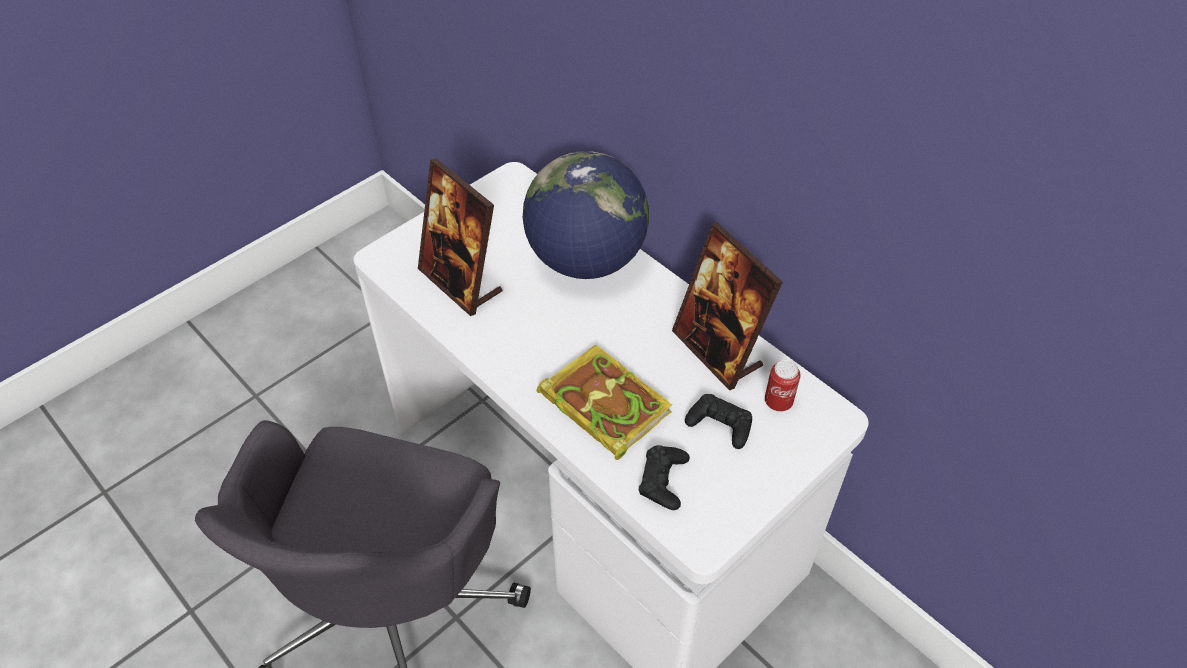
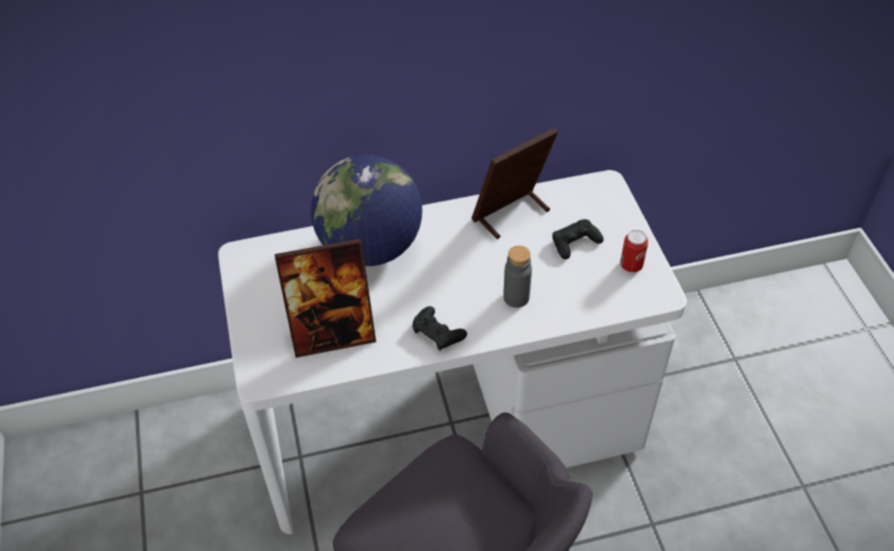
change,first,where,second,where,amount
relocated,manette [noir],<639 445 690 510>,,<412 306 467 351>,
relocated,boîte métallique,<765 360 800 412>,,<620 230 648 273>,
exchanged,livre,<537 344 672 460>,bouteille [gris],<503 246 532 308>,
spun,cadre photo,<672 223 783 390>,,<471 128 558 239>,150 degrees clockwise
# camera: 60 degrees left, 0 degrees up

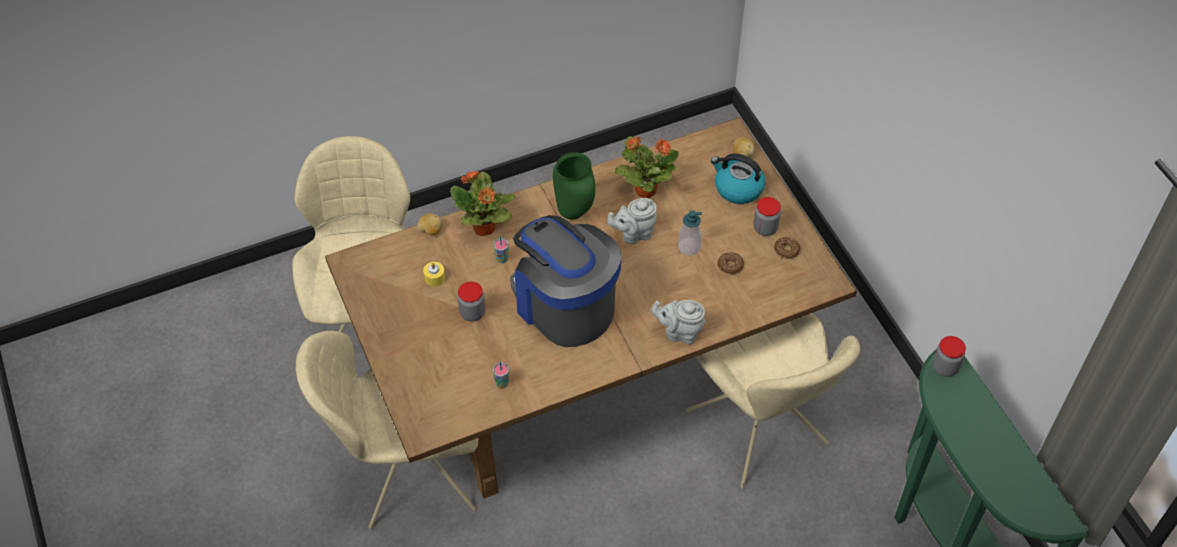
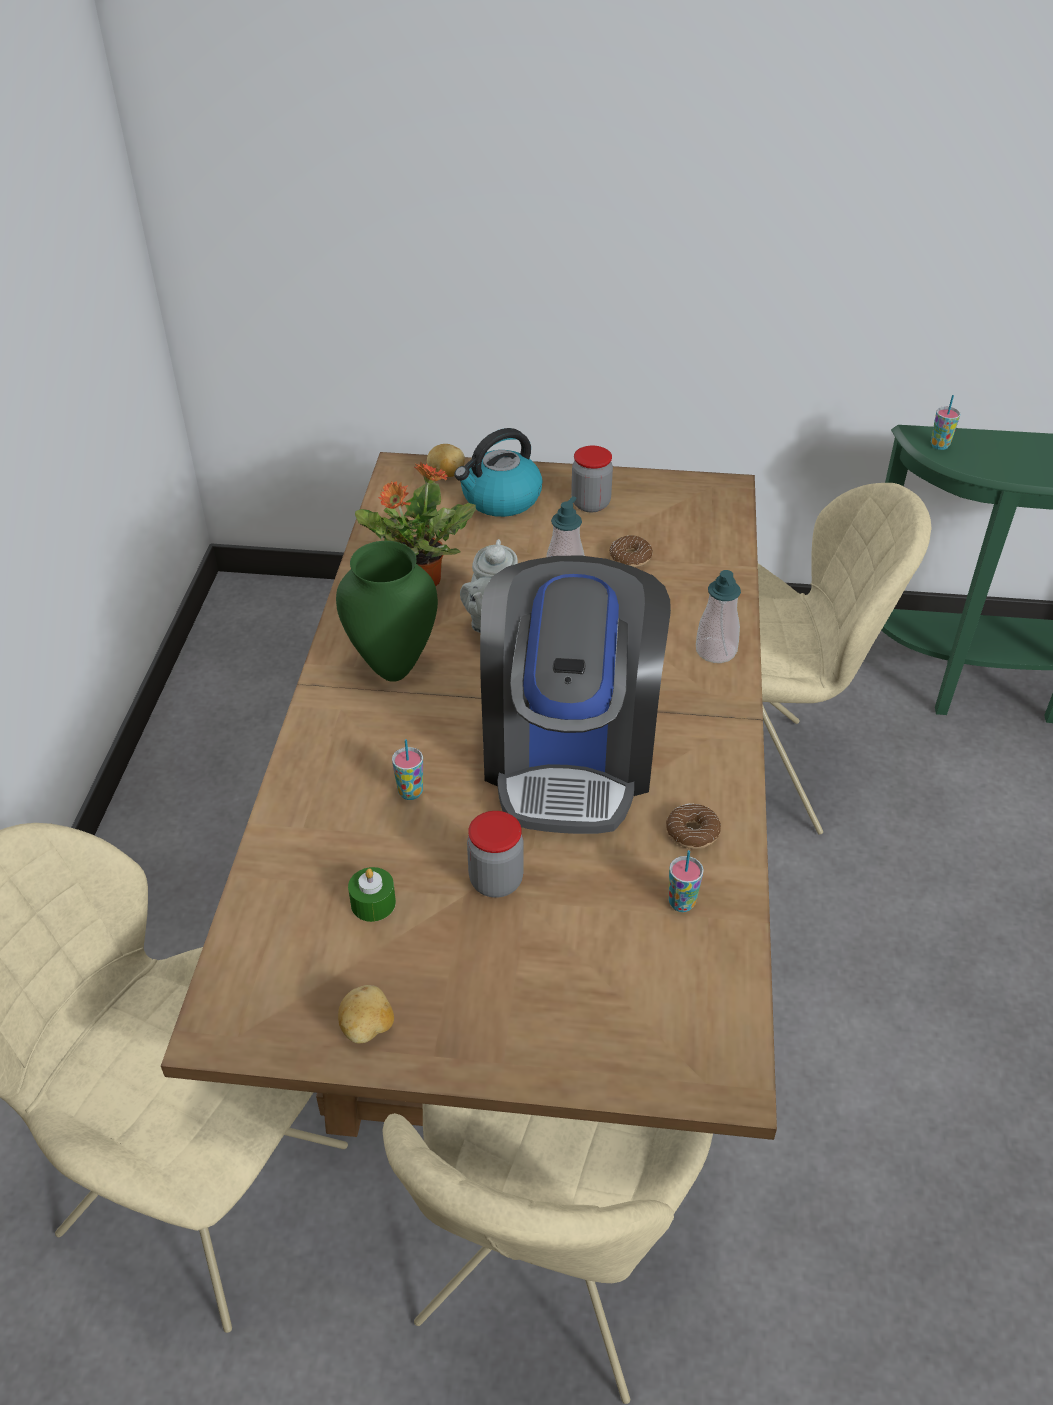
change,first,where,second,where,amount
missing,plante en pot,<450 171 515 236>,,,
relocated,pomme de terre,<418 213 442 236>,,<338 985 394 1043>,
relocated,beignet,<774 237 800 259>,,<666 803 721 849>,
exchanged,théière [gris],<651 300 706 345>,distributeur de savon,<696 570 741 663>,
exchanged,bocal,<933 336 966 377>,tasse,<931 395 961 450>,
colour,bougie [jaune],<423 262 445 287>,bougie [vert],<348 867 396 922>,
spun,machine à café,<510 215 622 347>,,<480 555 671 834>,75 degrees counterclockwise
# camera: 60 degrees left, 10 degrees down

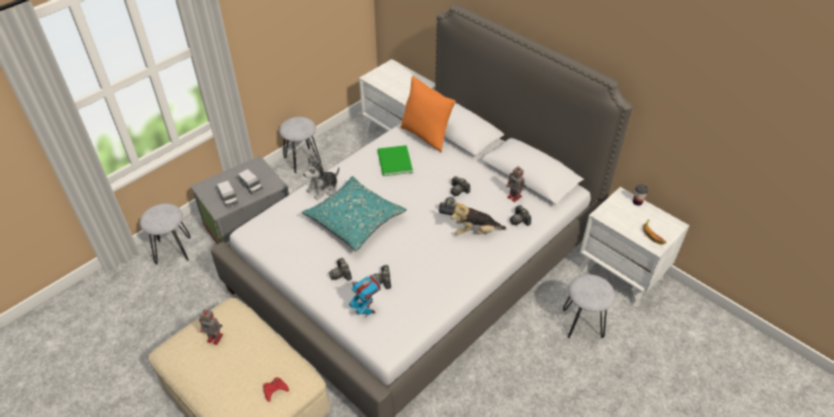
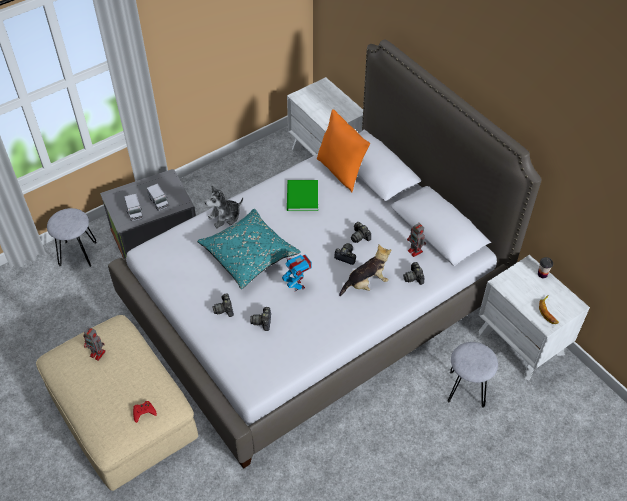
change,first,where,second,where,amount
missing,tabouret [gris],<279 117 321 173>,,,
relocated,robot jouet,<349 276 381 318>,,<282 254 312 292>,
spun,peluche,<451 202 506 235>,,<339 244 391 296>,150 degrees clockwise
# camera: 10 degrees right, 5 degrees up

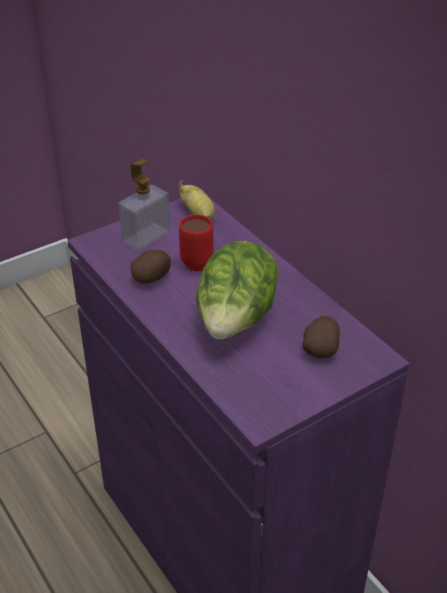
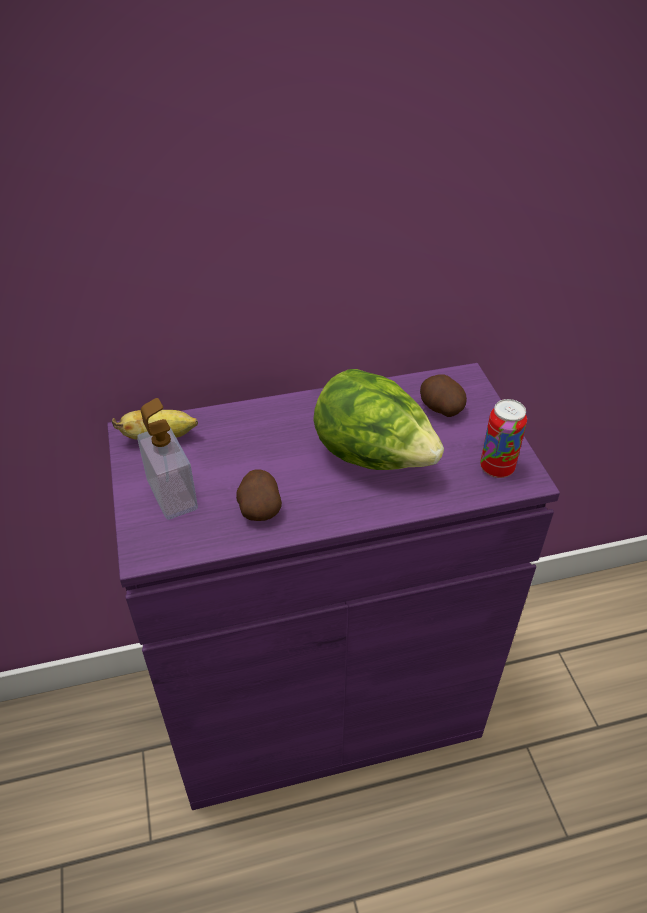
change,first,where,second,where,amount
missing,mug [rouge],<179 215 214 271>,,,
appeared,,,boîte métallique,<480 399 527 478>,
# camera: 70 degrees left, 5 degrees up

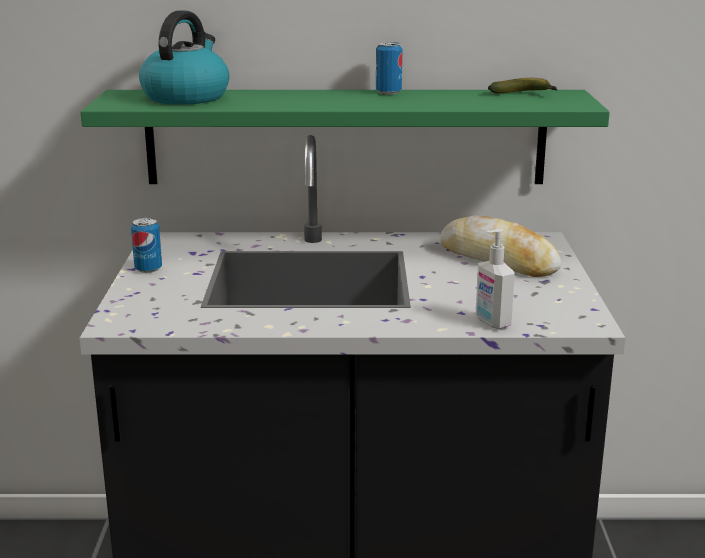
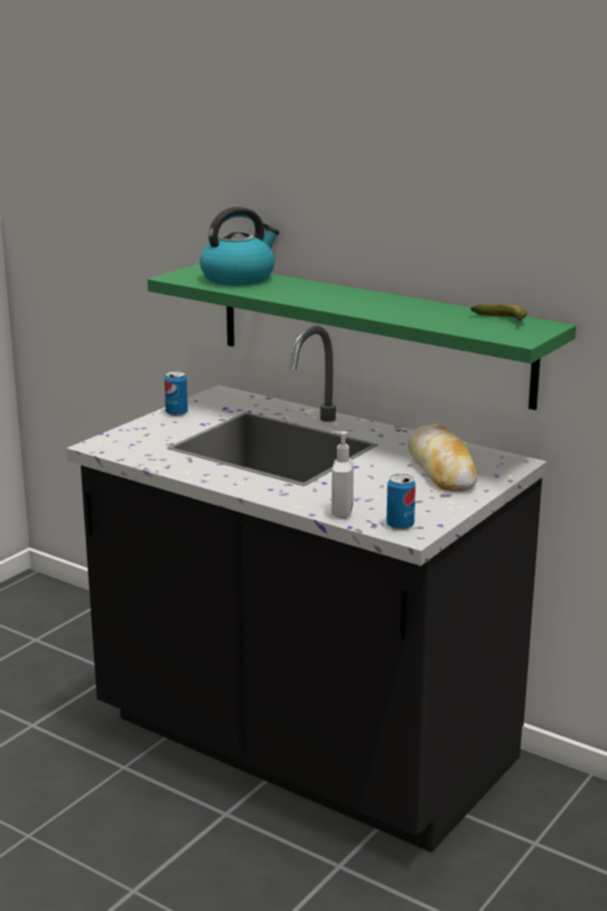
change,first,where,second,where,amount
relocated,boîte métallique,<376 42 402 94>,,<386 474 416 530>,
# camera: 35 degrees right, 0 degrees up

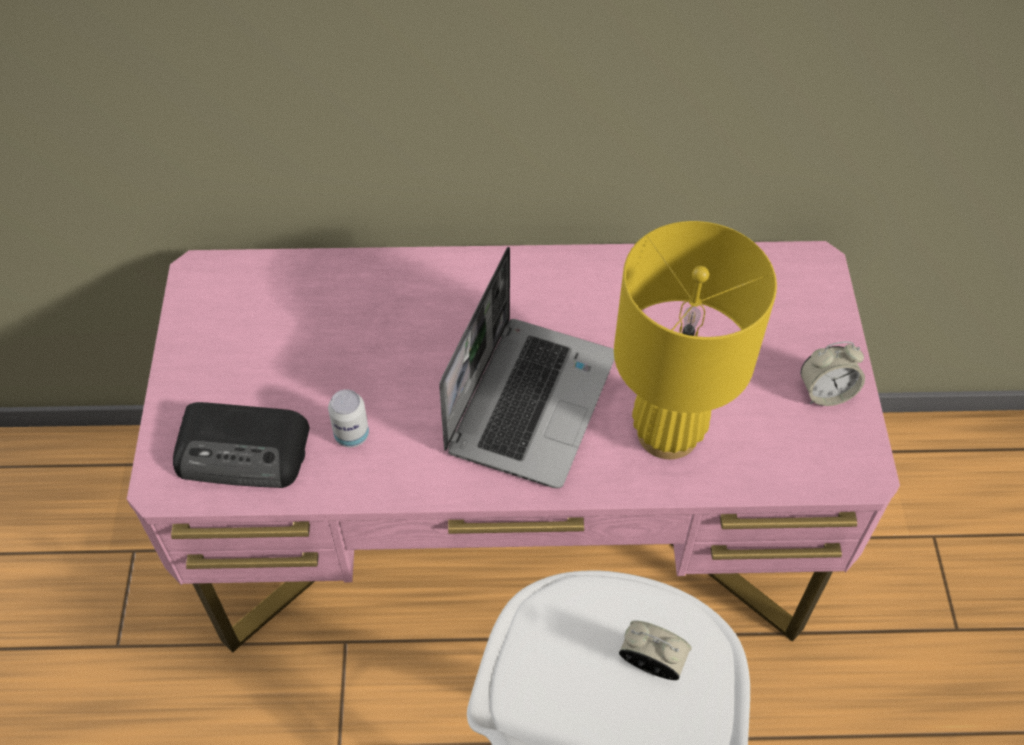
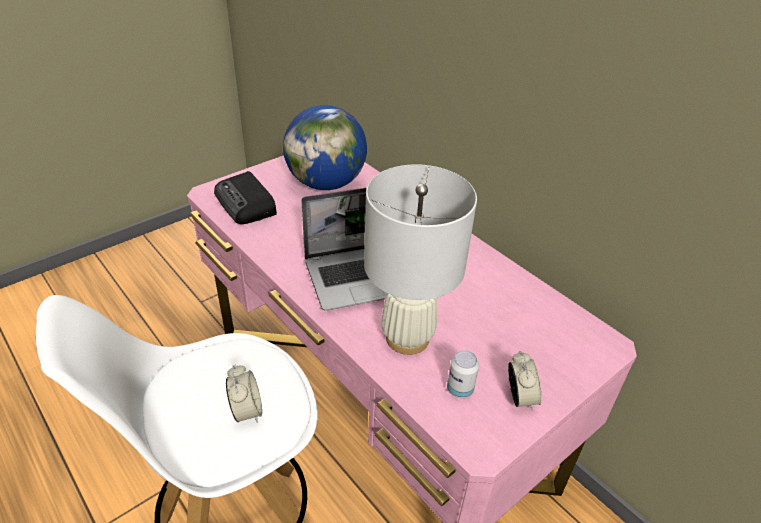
change,first,where,second,where,amount
appeared,,,globe,<283 105 367 190>,
relocated,boîte métallique,<328 389 369 448>,,<447 350 479 399>,
colour,lampe de table [jaune],<614 221 777 459>,lampe de table [blanc],<364 164 477 355>,
spun,réveil,<800 342 865 406>,,<508 351 541 411>,135 degrees counterclockwise
# camera: 50 degrees right, 15 degrees down

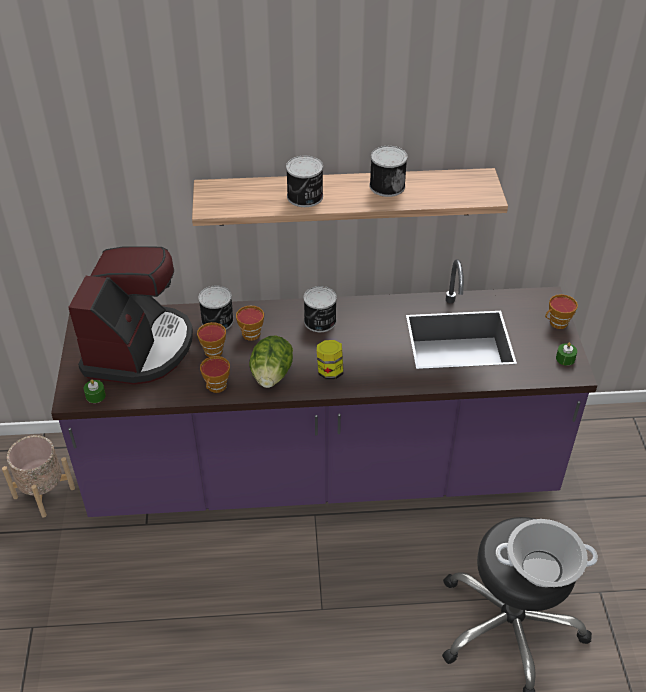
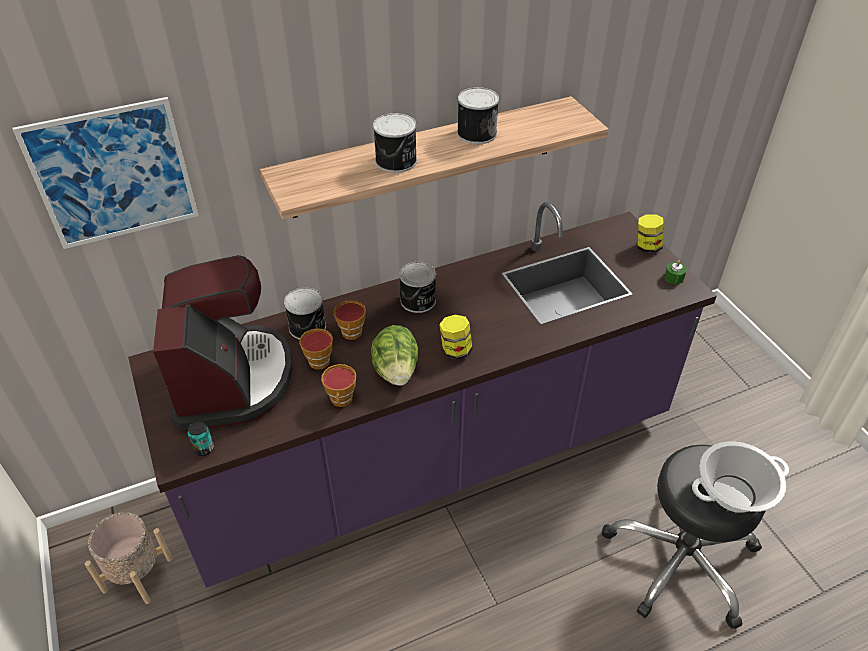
change,first,where,second,where,amount
appeared,,,tableau,<13 97 199 249>,
exchanged,bougie [vert],<84 380 106 403>,boîte métallique,<188 421 214 456>,
exchanged,tasse,<545 294 578 329>,bocal,<638 214 664 253>,
# camera: 20 degrees left, 0 degrees up

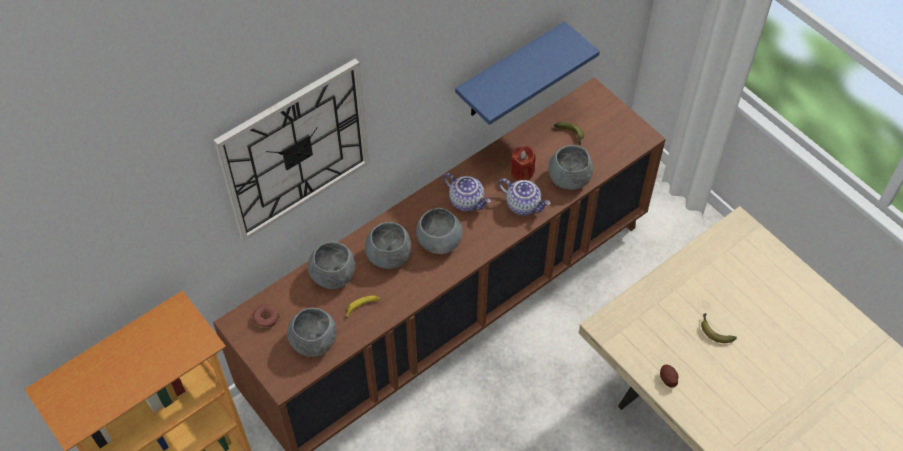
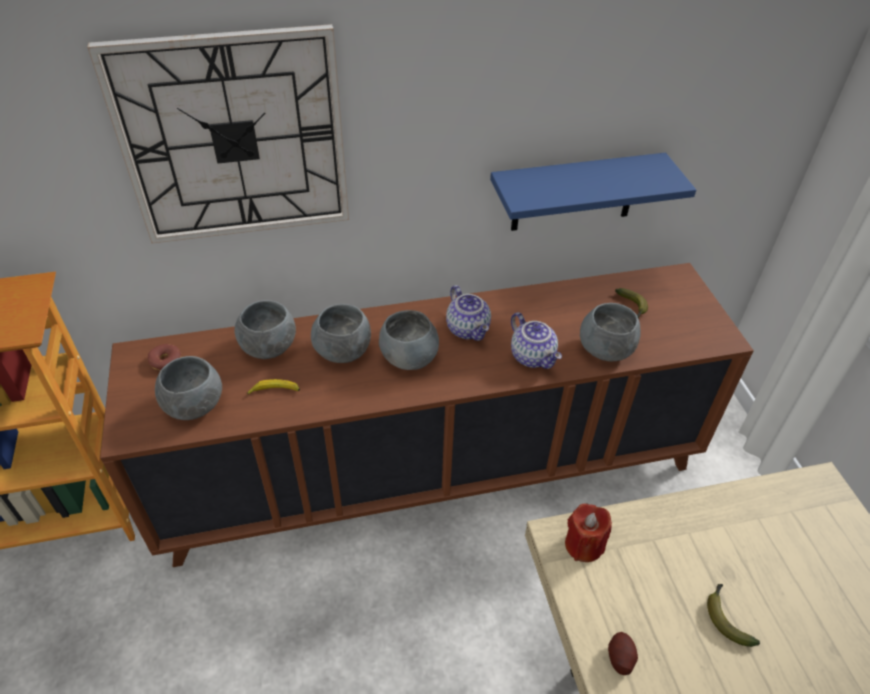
change,first,where,second,where,amount
relocated,bougie [rouge],<510 146 536 181>,,<565 504 612 562>,
# camera: 25 degrees right, 10 degrees down

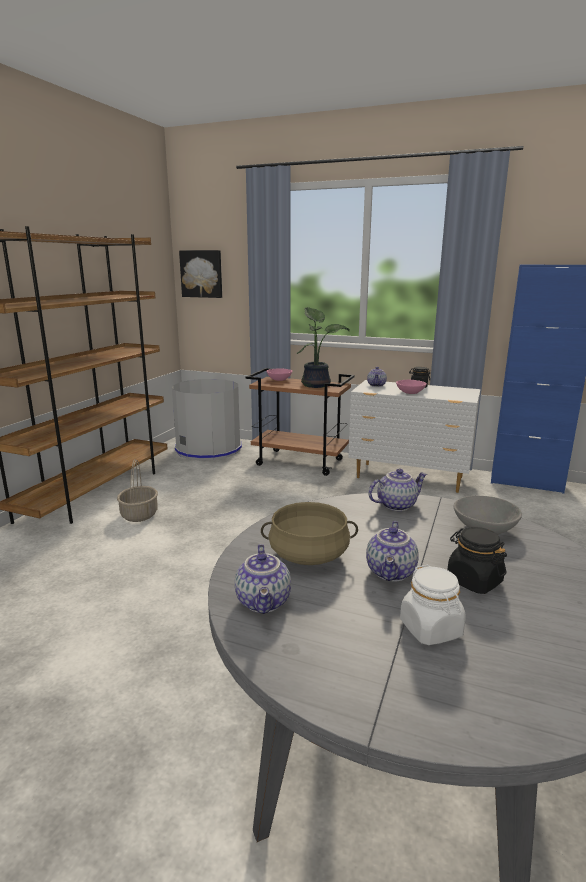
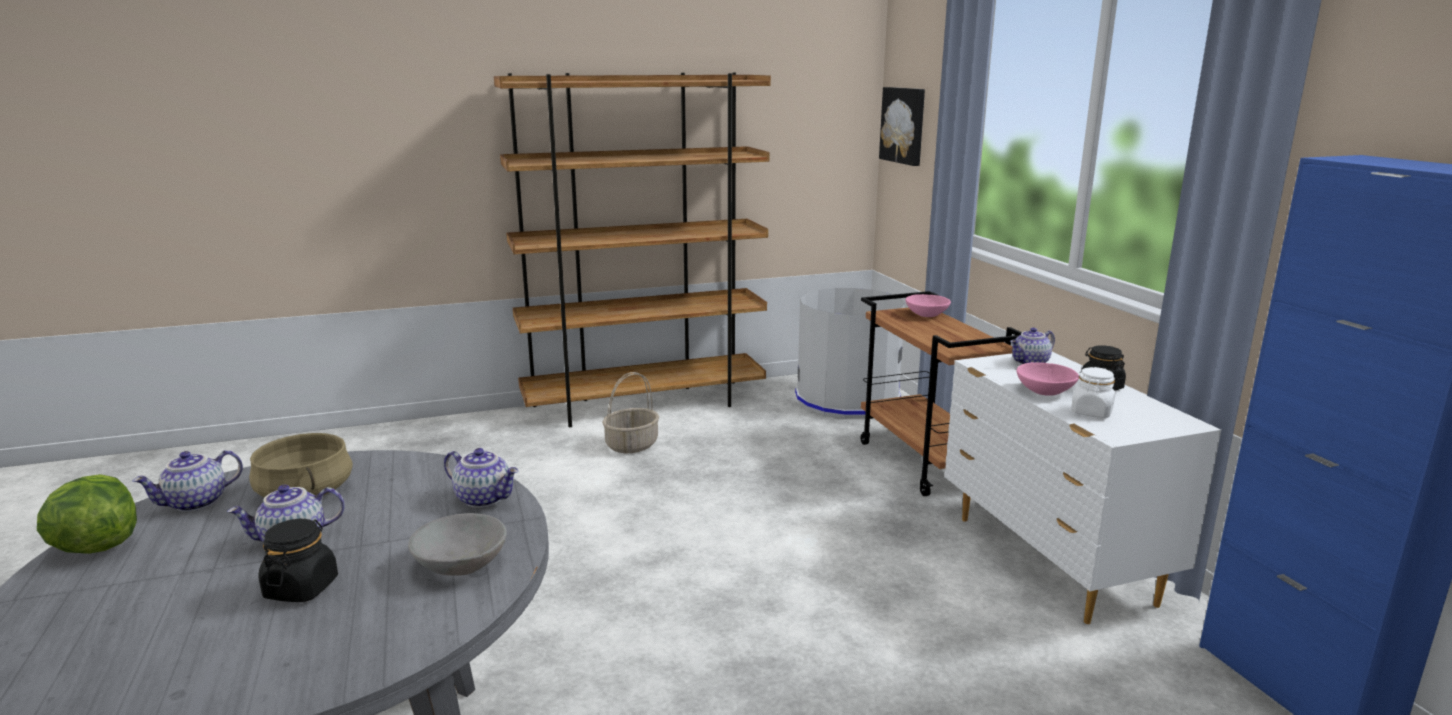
change,first,where,second,where,amount
missing,plante en pot,<297 307 350 388>,,,
appeared,,,laitue,<37 474 137 554>,
relocated,bocal [blanc],<400 565 466 645>,,<1071 367 1115 418>,
# camera: 50 degrees right, 0 degrees up

